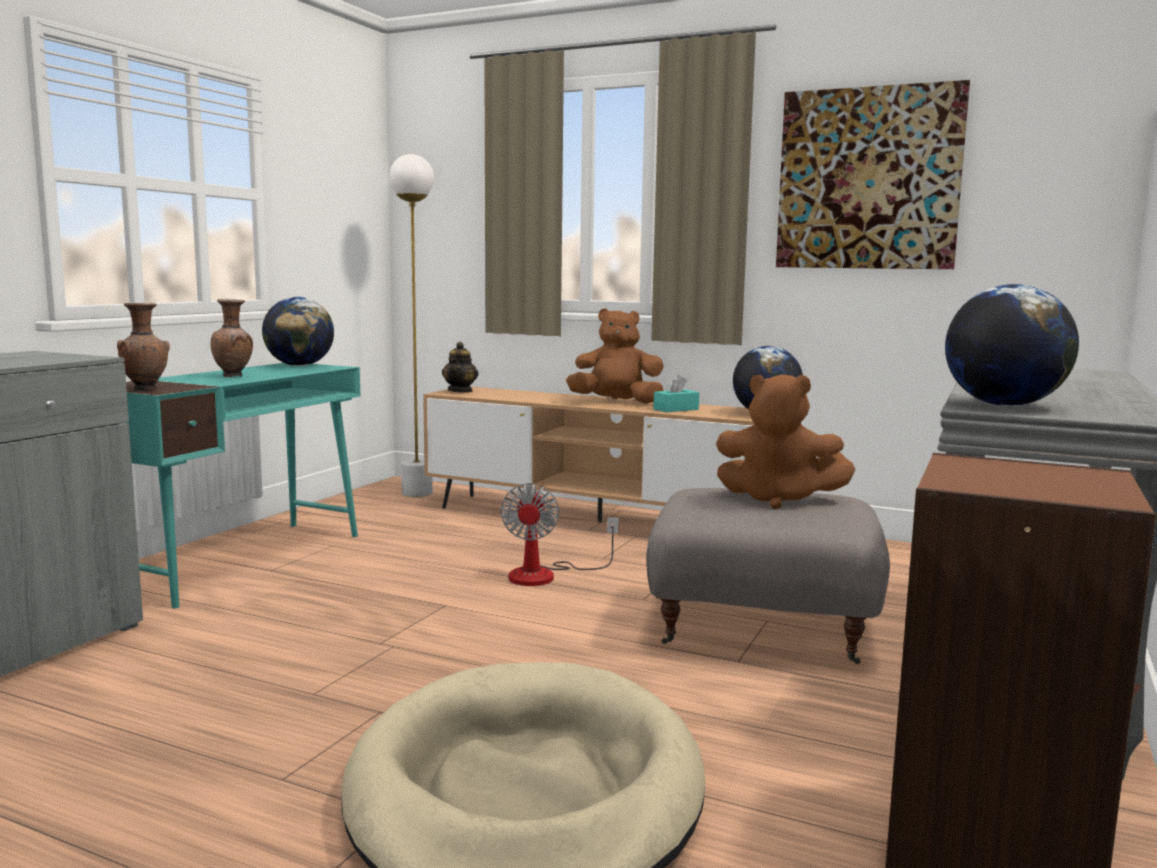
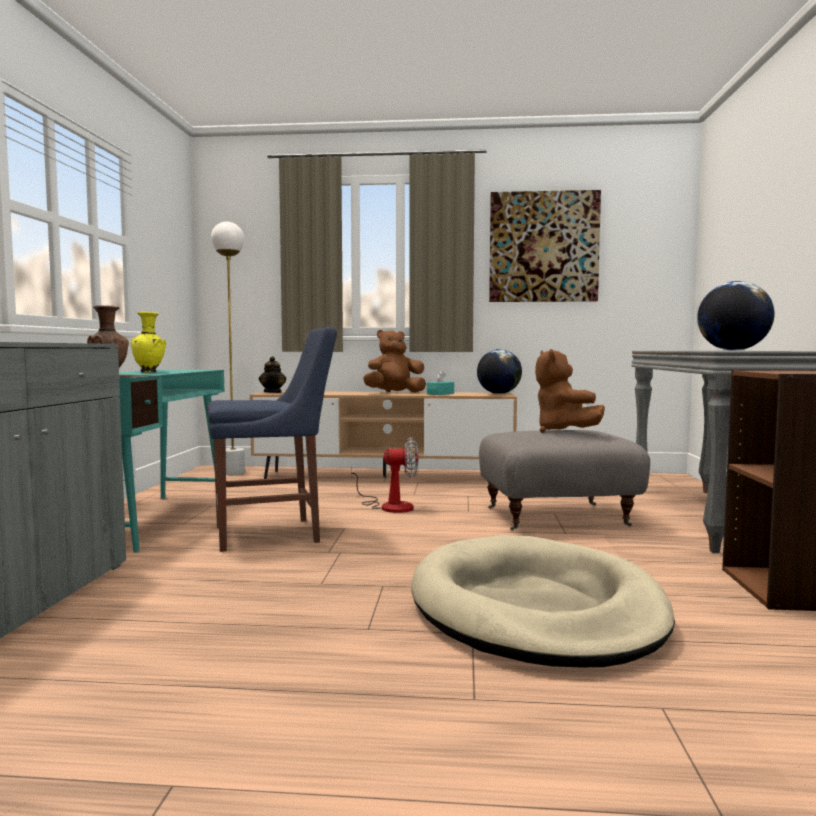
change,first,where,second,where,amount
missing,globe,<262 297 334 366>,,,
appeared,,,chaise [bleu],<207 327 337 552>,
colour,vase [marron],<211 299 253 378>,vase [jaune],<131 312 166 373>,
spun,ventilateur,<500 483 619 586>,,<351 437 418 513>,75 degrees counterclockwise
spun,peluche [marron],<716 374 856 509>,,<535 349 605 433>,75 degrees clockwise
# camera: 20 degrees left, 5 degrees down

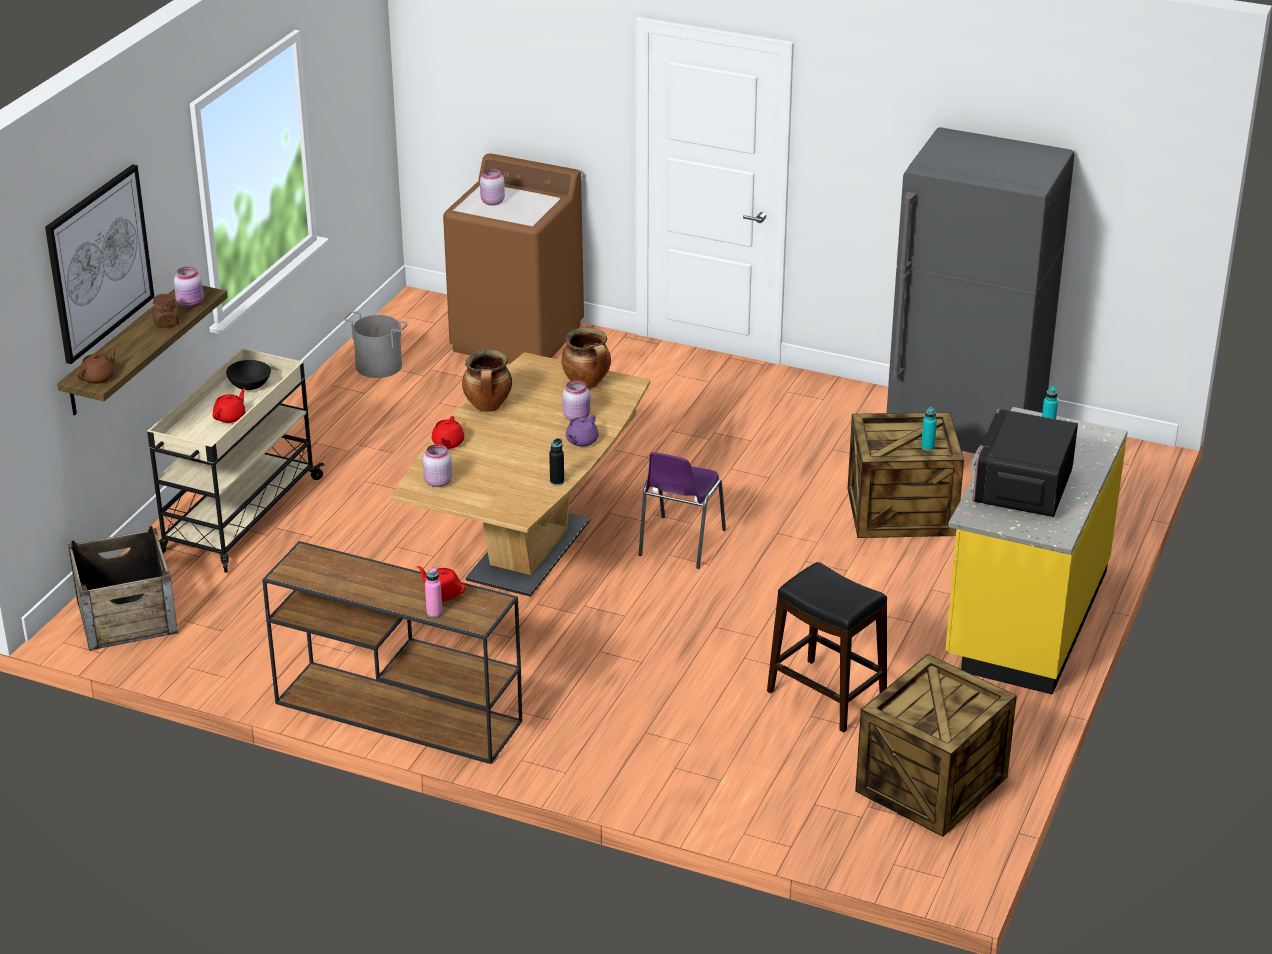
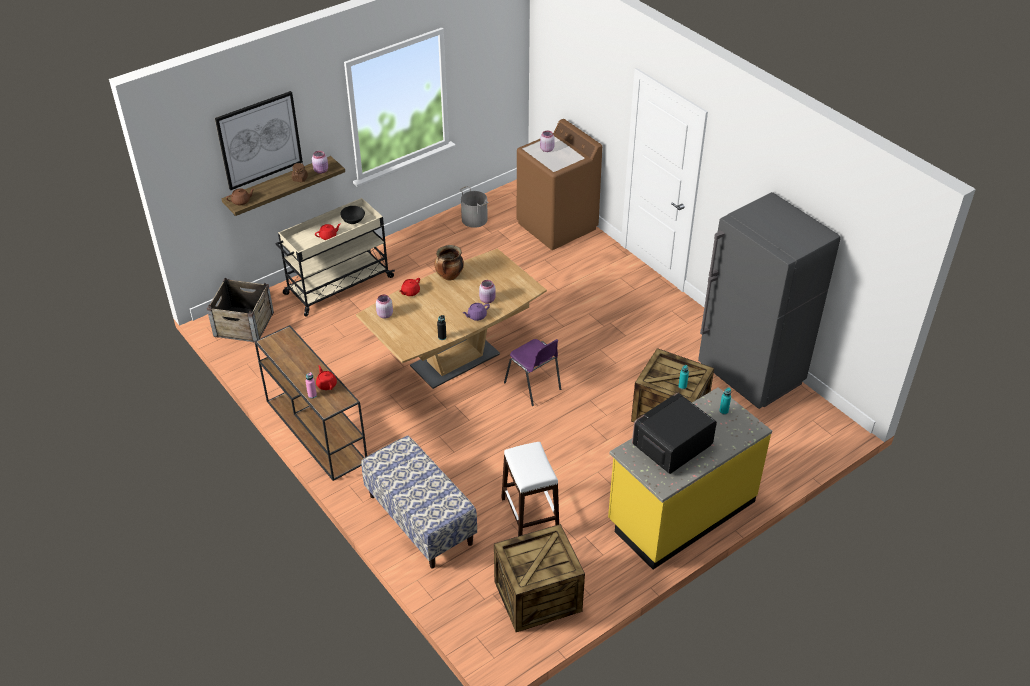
change,first,where,second,where,amount
missing,marmite,<561 328 611 389>,,,
appeared,,,banc,<361 435 477 568>,
colour,tabouret [noir],<767 562 887 733>,tabouret [blanc],<501 442 559 536>,
spun,chaise [violet],<639 452 726 569>,,<504 339 561 406>,90 degrees counterclockwise
# camera: 30 degrees right, 10 degrees up

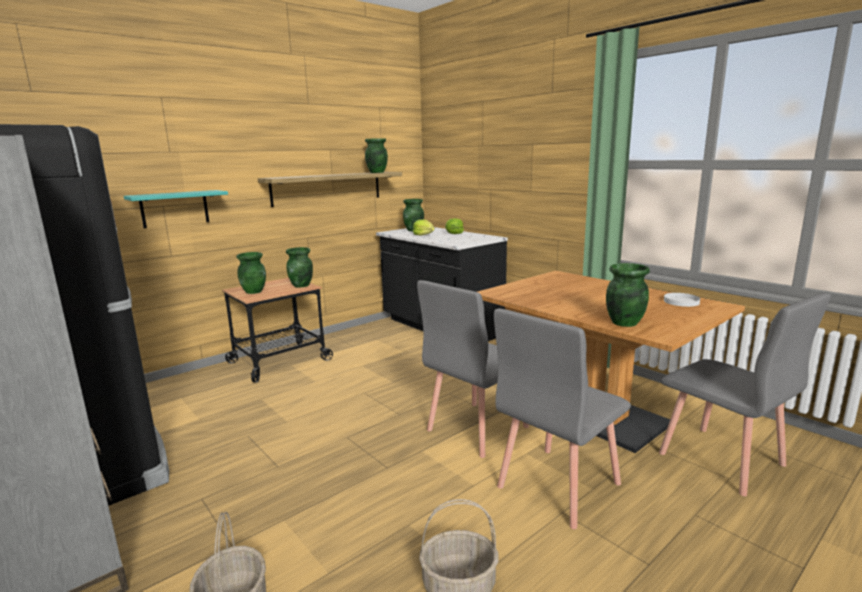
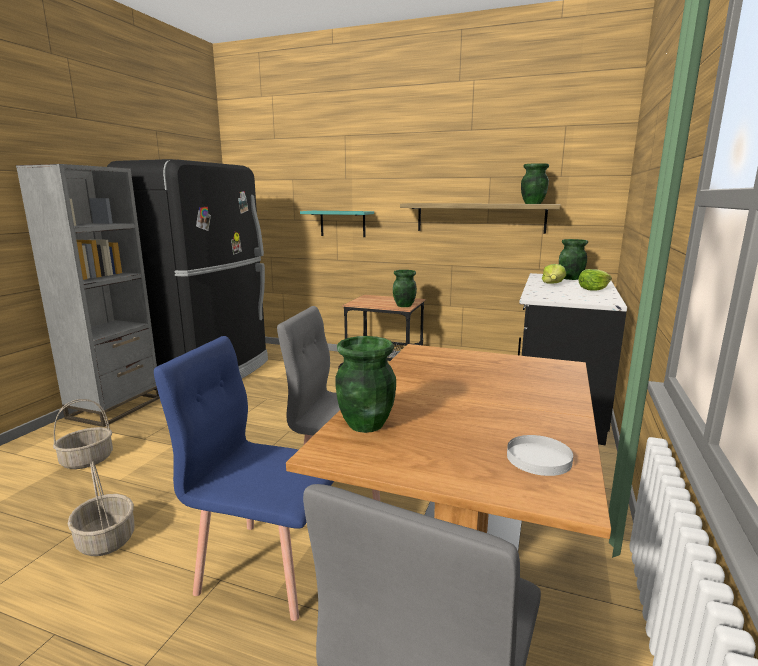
change,first,where,second,where,amount
missing,vase [vert],<236 252 266 294>,,,
colour,chaise [gris],<494 308 631 529>,chaise [bleu],<154 336 334 621>,
# camera: 60 degrees right, 0 degrees up

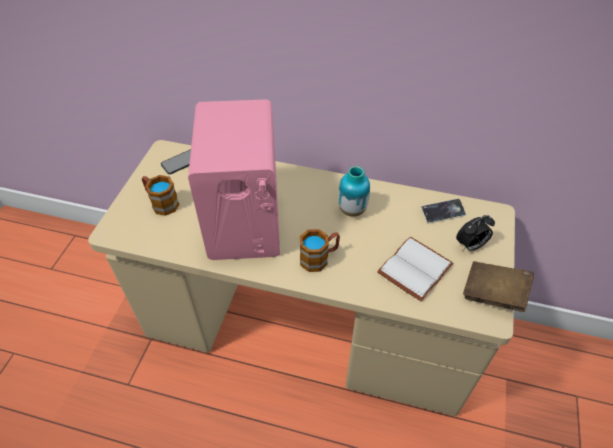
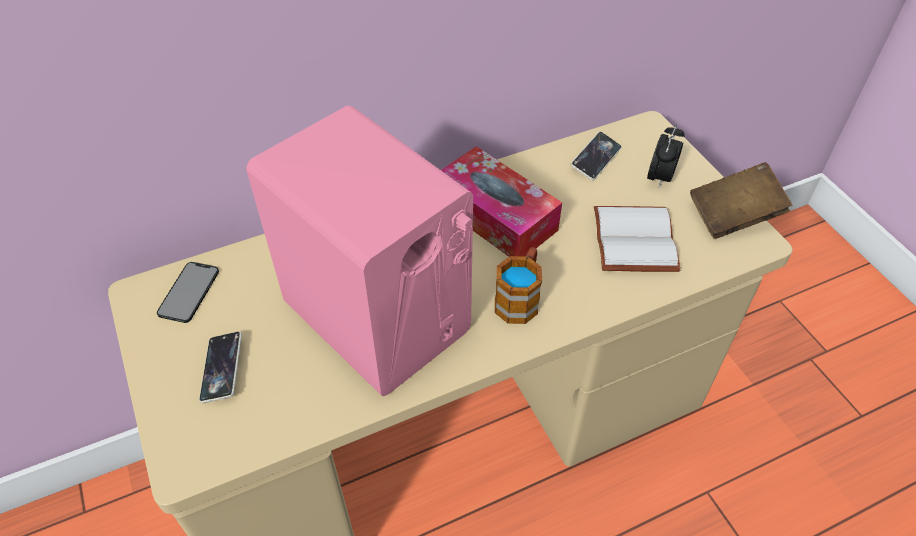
change,first,where,second,where,amount
exchanged,mug,<142 175 179 216>,téléphone,<199 331 242 403>,
exchanged,vase,<338 166 370 217>,boîte à mouchoirs,<441 146 562 257>,
# camera: 40 degrees left, 0 degrees up

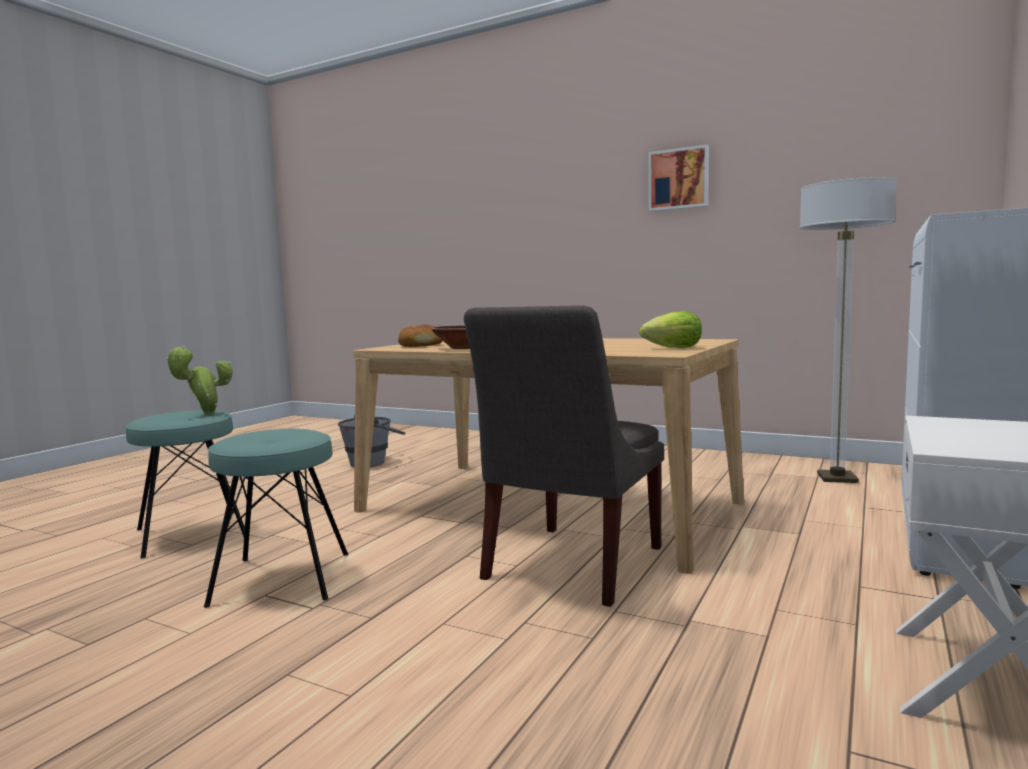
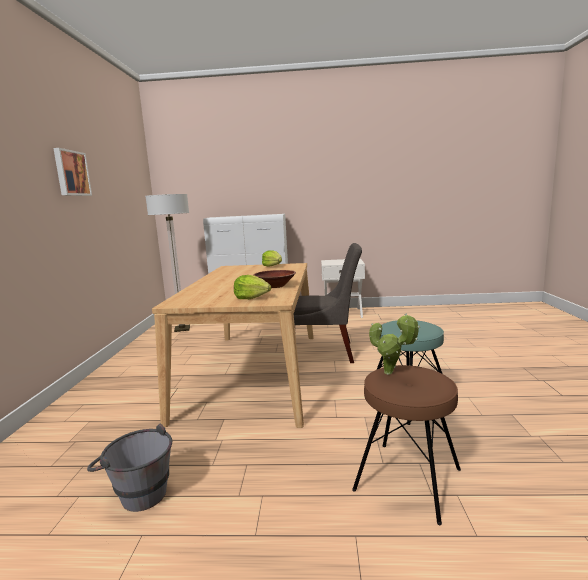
change,first,where,second,where,amount
exchanged,pain,<398 324 443 347>,laitue,<234 275 271 299>,
colour,tabouret [turquoise],<126 410 245 559>,tabouret [marron],<352 365 461 525>,
# camera: 115 degrees left, 5 degrees up

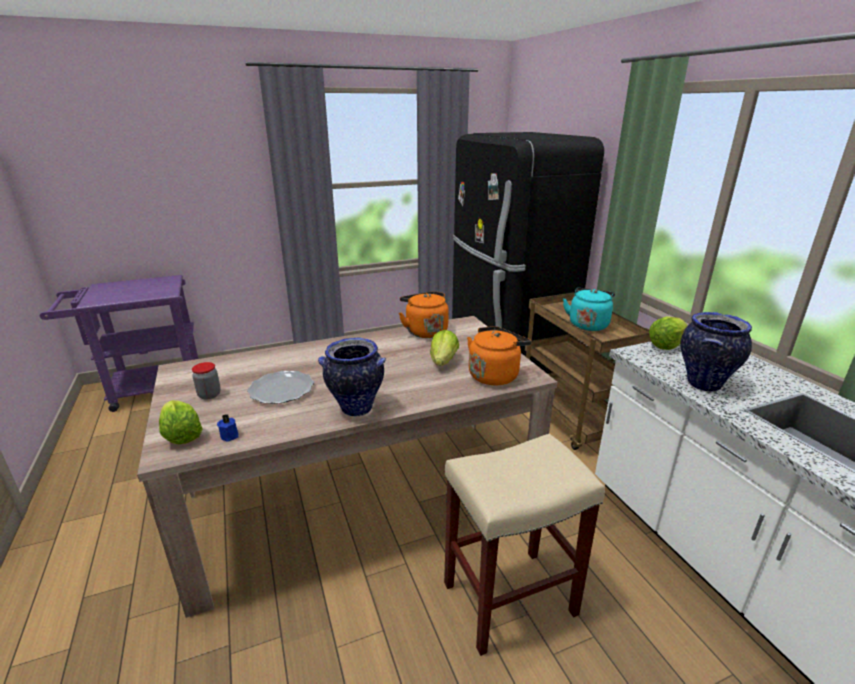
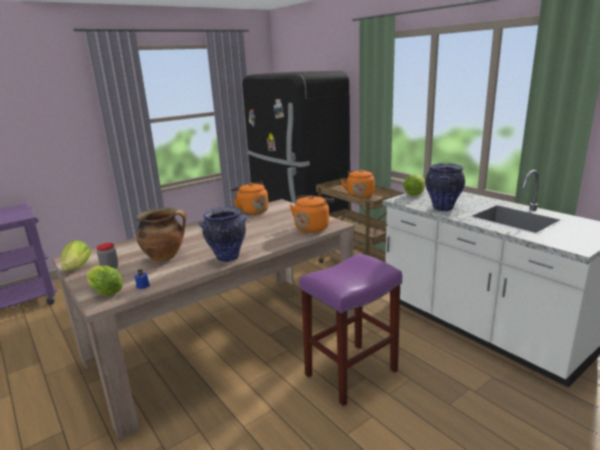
change,first,where,second,where,amount
relocated,laitue,<430 330 459 366>,,<61 241 91 271>,
exchanged,assiette,<247 371 314 404>,marmite,<136 208 186 262>,
colour,tabouret [beige],<444 434 605 656>,tabouret [violet],<299 253 402 406>,
colour,bouilloire [turquoise],<563 288 615 331>,bouilloire [orange],<341 170 375 198>,
# camera: 15 degrees left, 5 degrees down

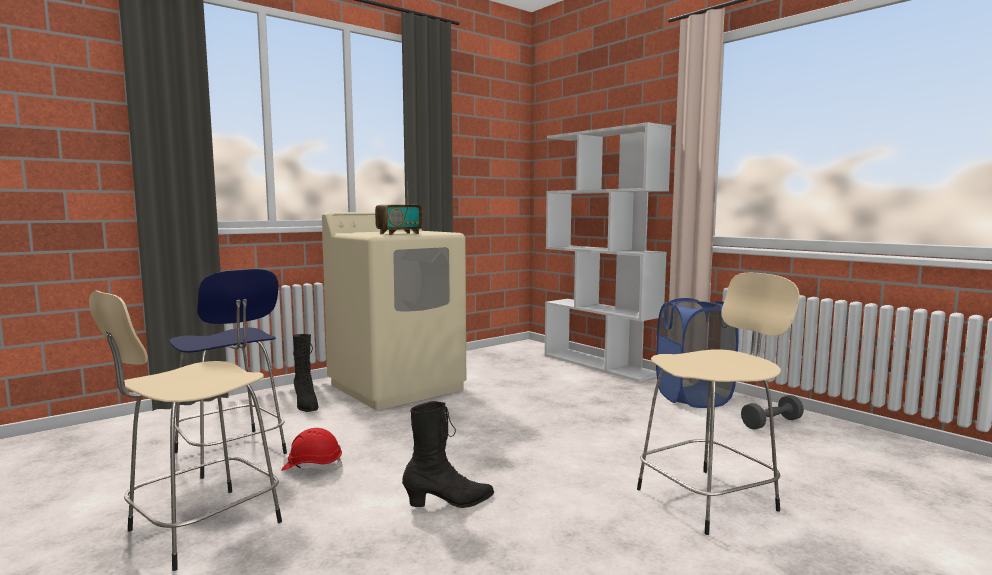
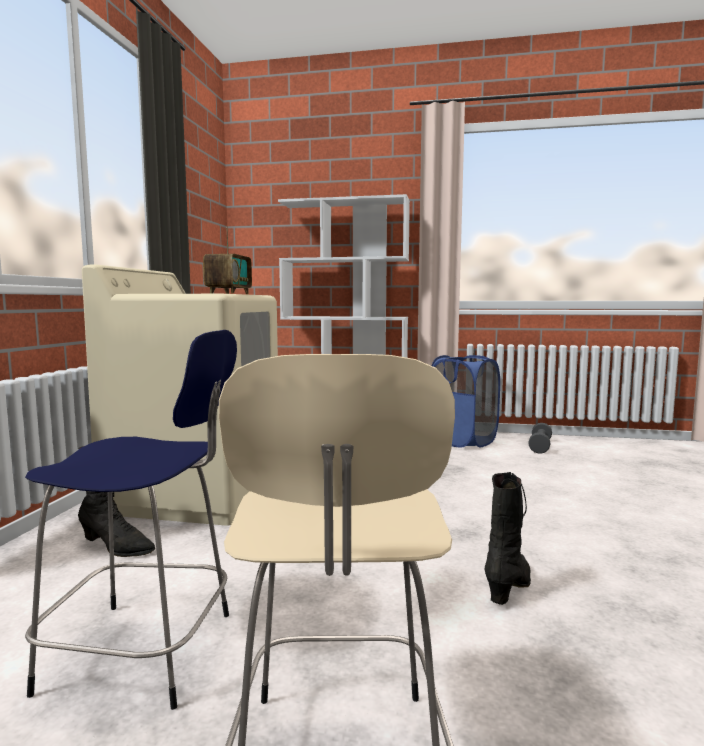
change,first,where,second,where,amount
missing,casque de chantier [rouge],<281 428 343 471>,,,
missing,tabouret [beige],<637 272 800 535>,,,
# camera: 40 degrees left, 0 degrees up

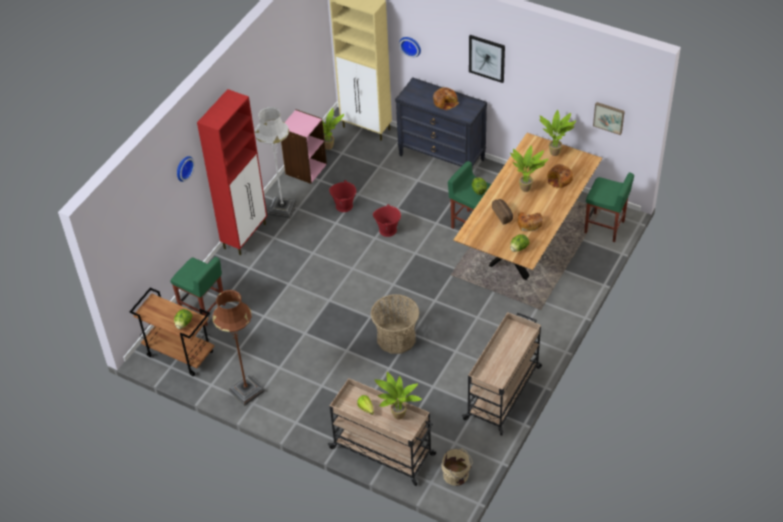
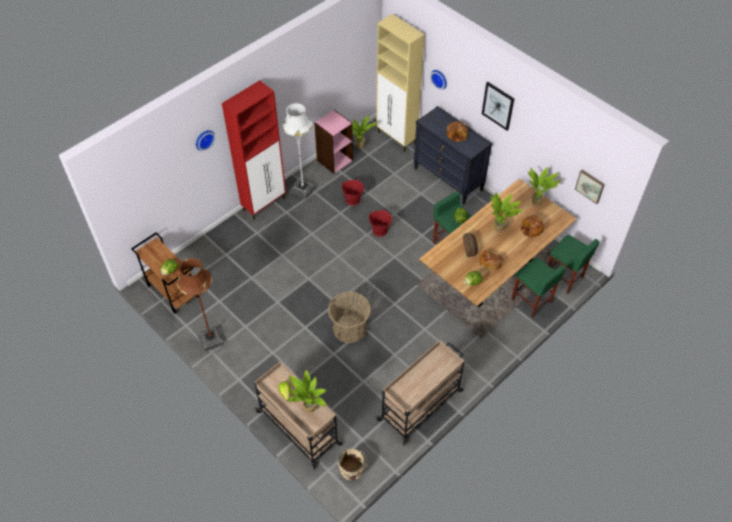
change,first,where,second,where,amount
relocated,tabouret [vert],<170 257 226 326>,,<511 258 566 318>,
# camera: 15 degrees right, 5 degrees up

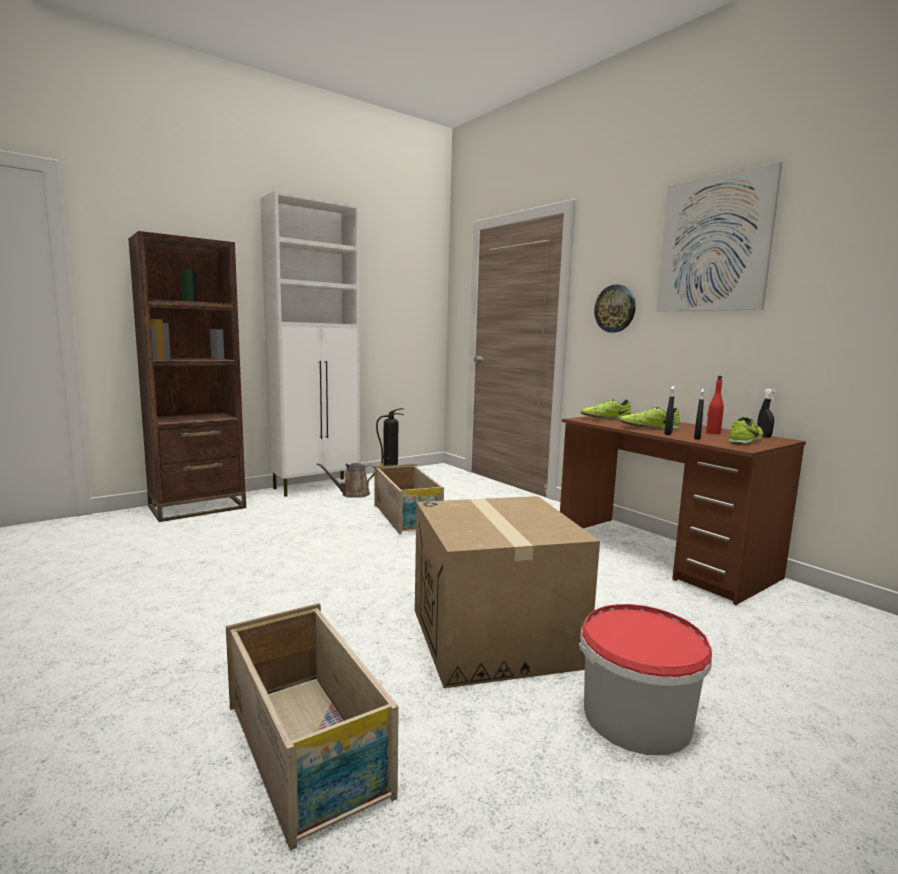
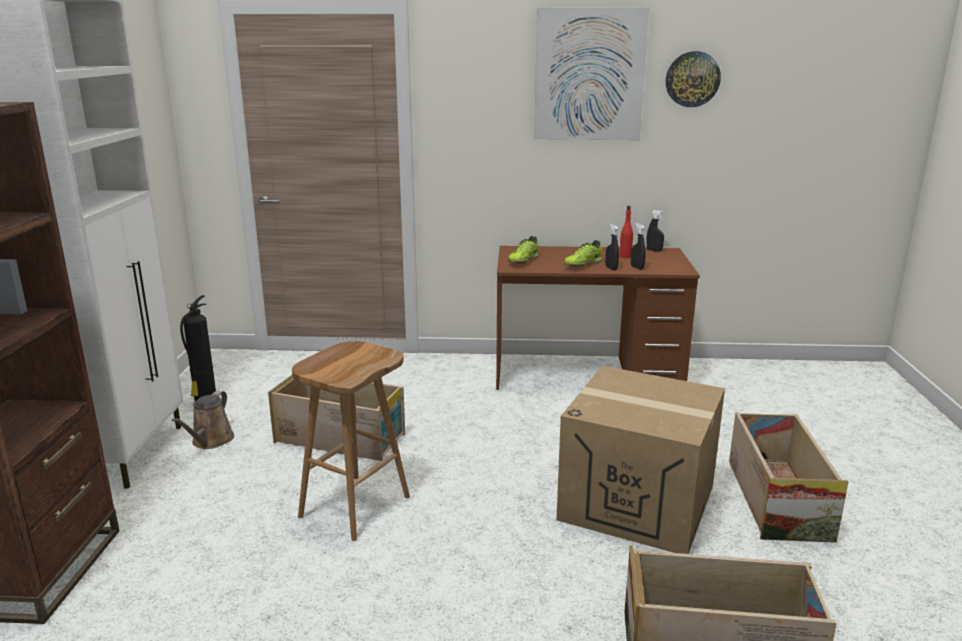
change,first,where,second,where,amount
missing,chaussure,<729 417 763 445>,,,
appeared,,,tabouret [marron],<292 341 410 541>,
relocated,horloge murale,<594 285 636 333>,,<666 51 721 107>,
exchanged,seau,<579 604 712 755>,caisse,<729 412 848 543>,
# camera: 50 degrees left, 10 degrees up

